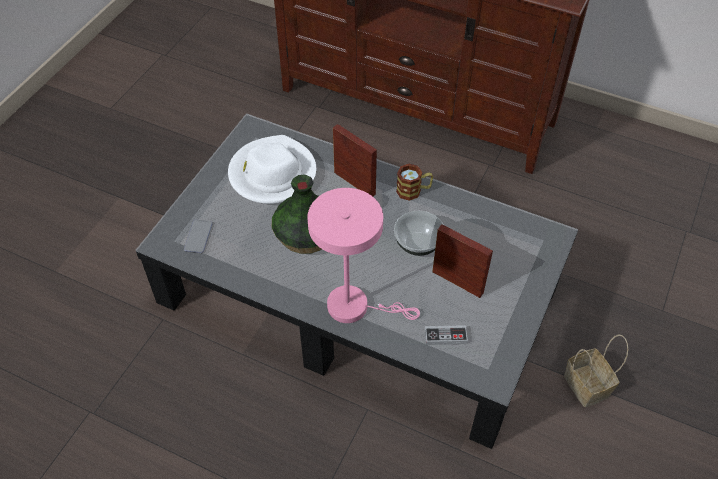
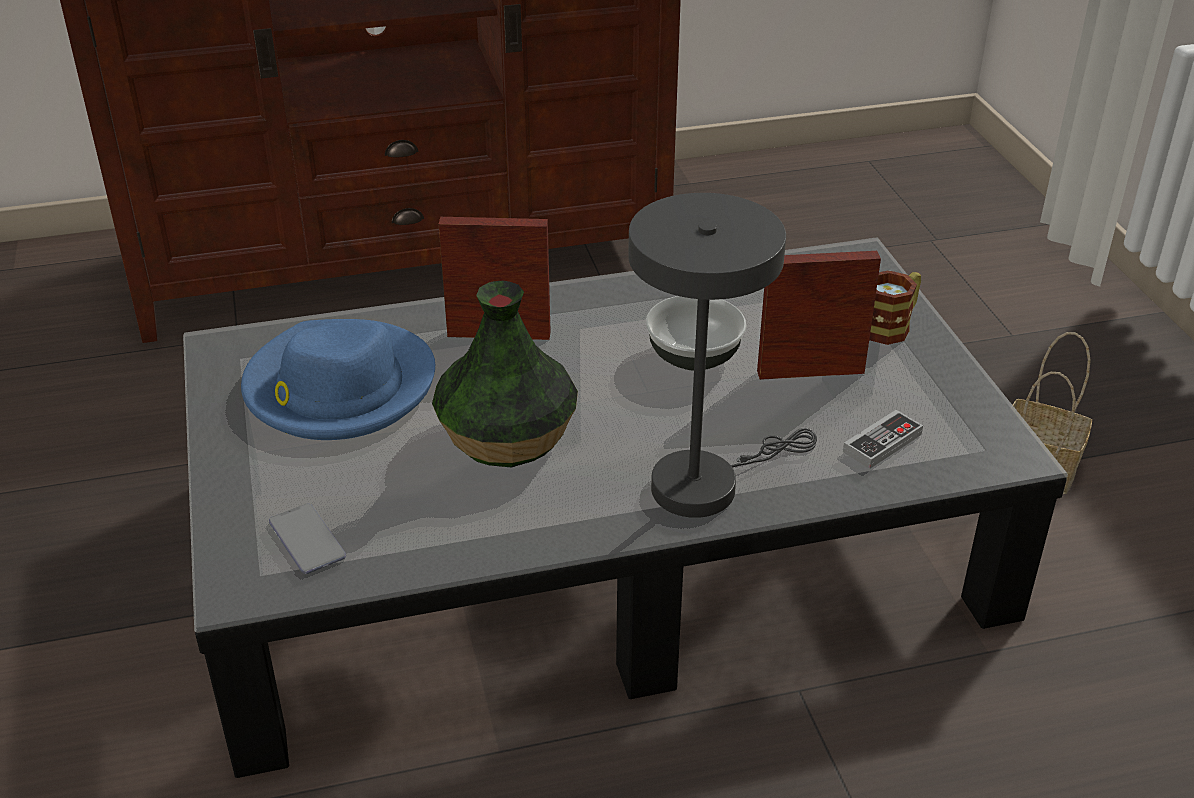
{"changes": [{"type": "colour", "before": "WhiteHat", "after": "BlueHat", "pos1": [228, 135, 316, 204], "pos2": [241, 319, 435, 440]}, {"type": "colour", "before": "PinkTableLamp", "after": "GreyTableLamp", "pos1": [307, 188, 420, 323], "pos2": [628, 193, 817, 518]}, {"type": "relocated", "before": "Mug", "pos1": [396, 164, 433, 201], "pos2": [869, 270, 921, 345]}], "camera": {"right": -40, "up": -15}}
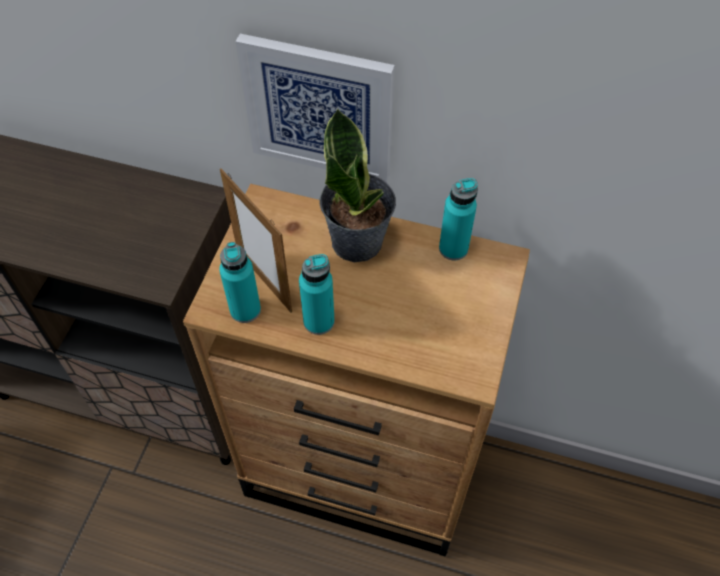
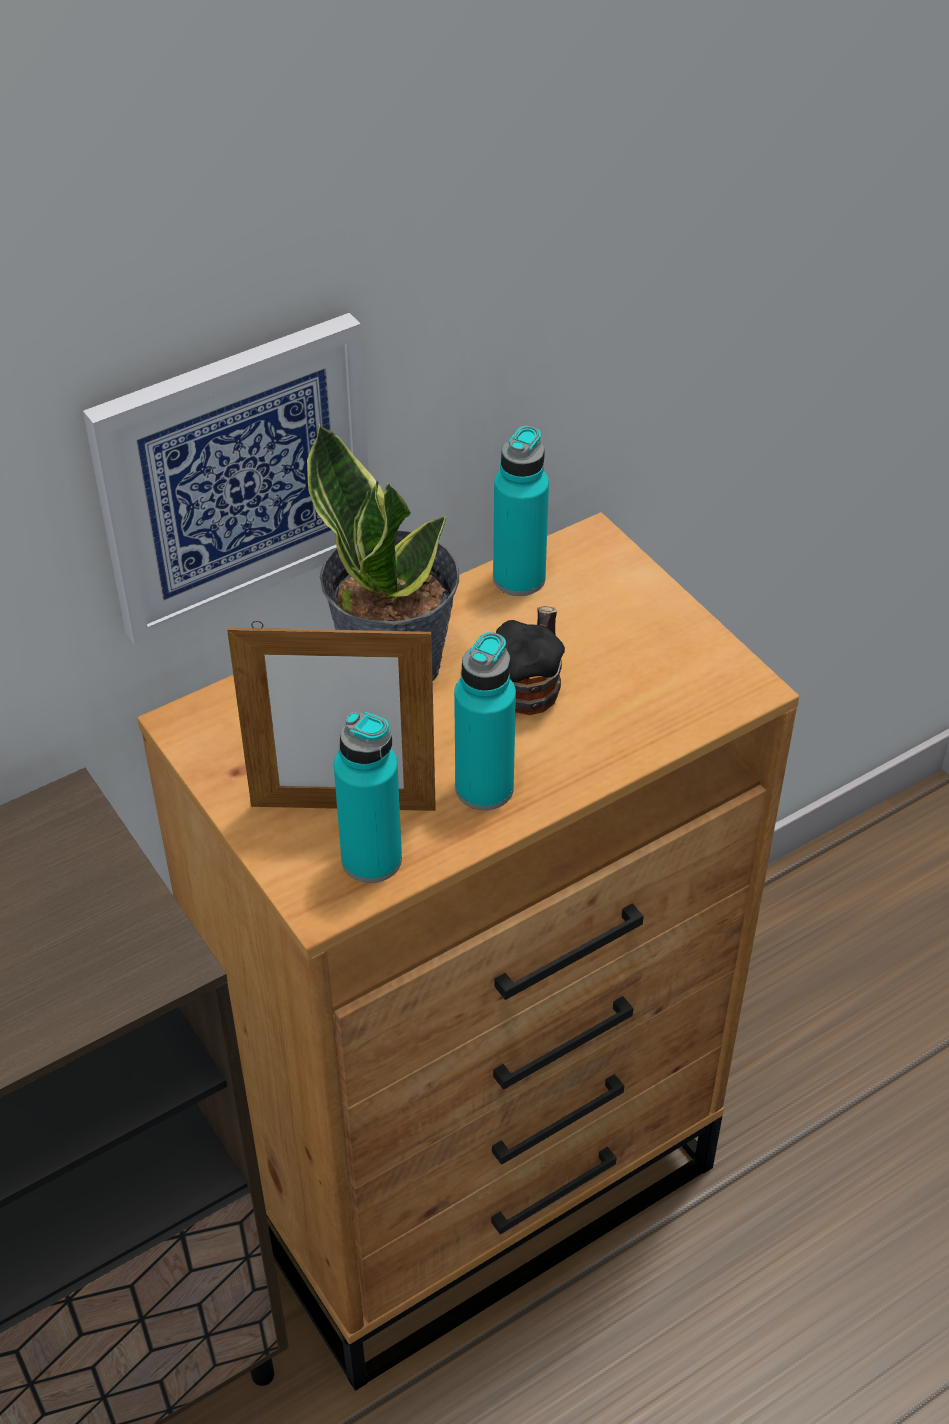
{"changes": [{"type": "appeared", "after": "Mug", "pos2": [496, 606, 565, 715]}], "camera": {"right": -50, "up": -10}}
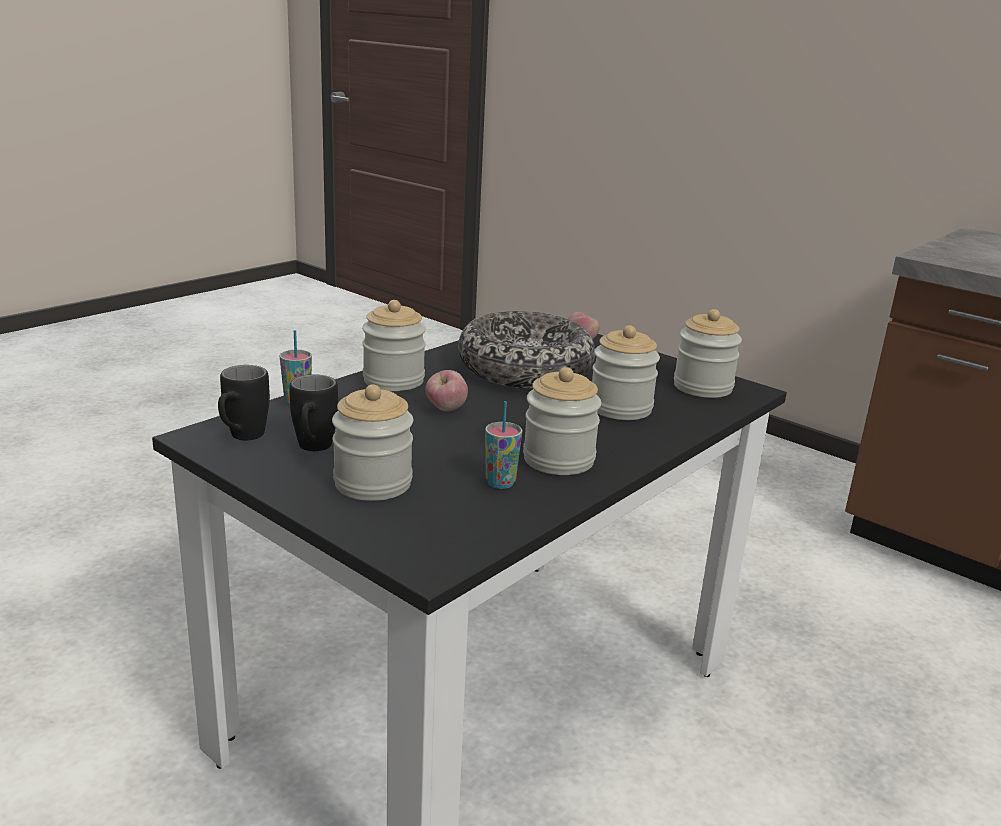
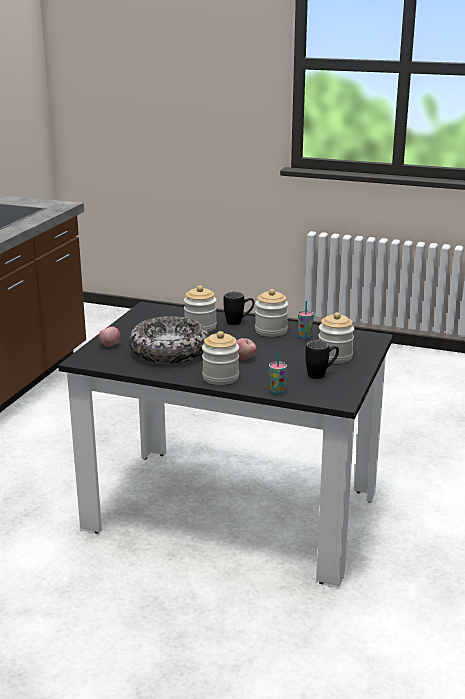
{"changes": [{"type": "relocated", "before": "BlackMug", "pos1": [218, 365, 270, 440], "pos2": [224, 292, 254, 325]}, {"type": "missing", "before": "Jar", "pos1": [674, 309, 742, 398]}], "camera": {"right": -110, "up": 0}}
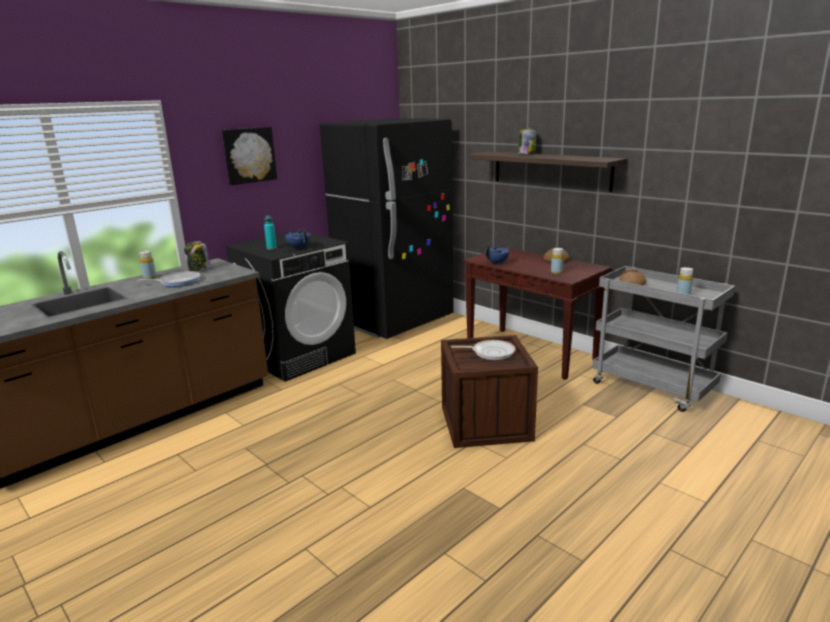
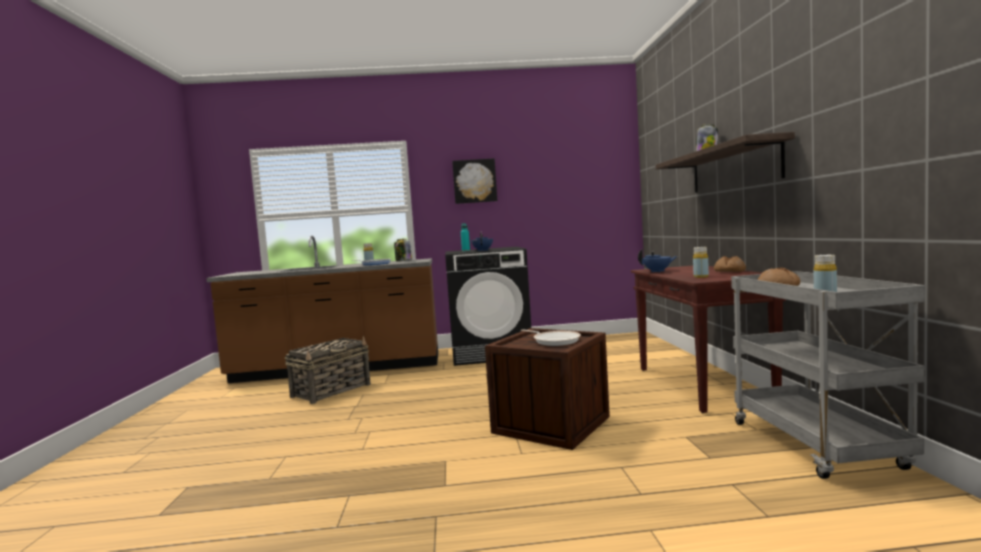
{"changes": [{"type": "missing", "before": "BlackFridge", "pos1": [320, 119, 454, 339]}, {"type": "appeared", "after": "Basket", "pos2": [285, 336, 371, 404]}], "camera": {"right": 40, "up": -15}}
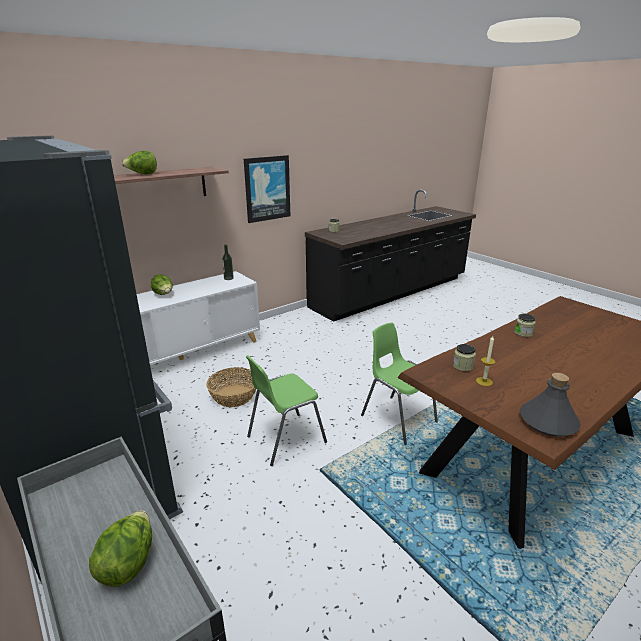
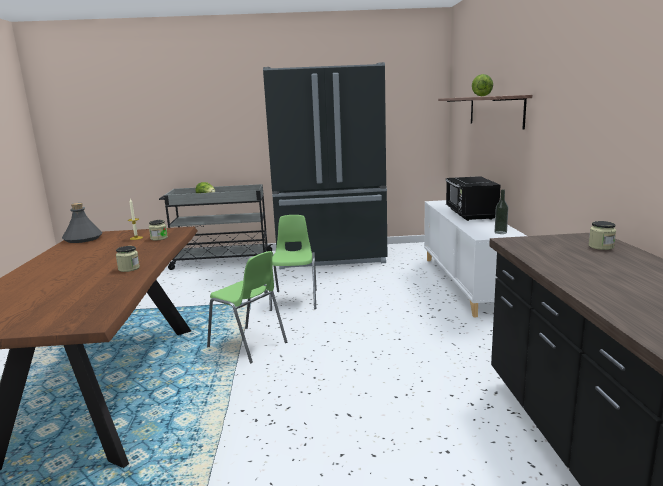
{"changes": [{"type": "exchanged", "before": "Lettuce", "after": "BlackMicrowave", "pos1": [151, 274, 173, 295], "pos2": [446, 176, 501, 221]}, {"type": "missing", "before": "Basket", "pos1": [206, 367, 256, 407]}, {"type": "missing", "before": "Picture", "pos1": [244, 155, 290, 223]}, {"type": "spun", "before": "GreenChair", "pos1": [361, 323, 438, 445], "pos2": [207, 251, 287, 364], "turn": 45}], "camera": {"right": 125, "up": -10}}
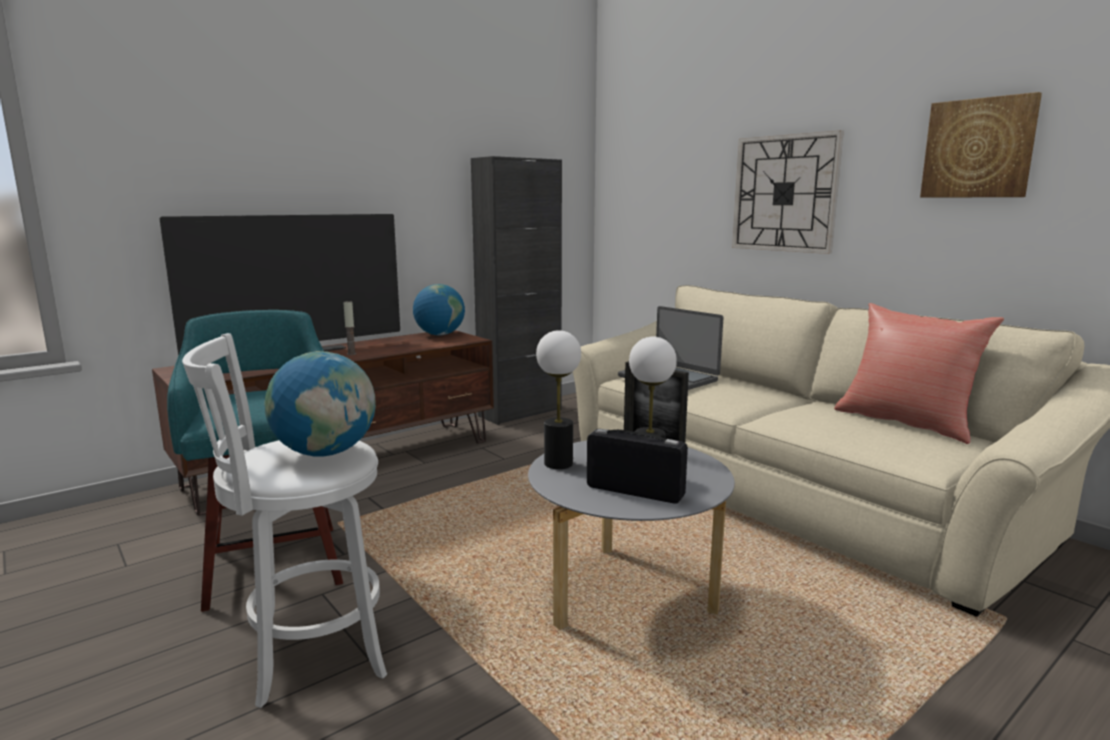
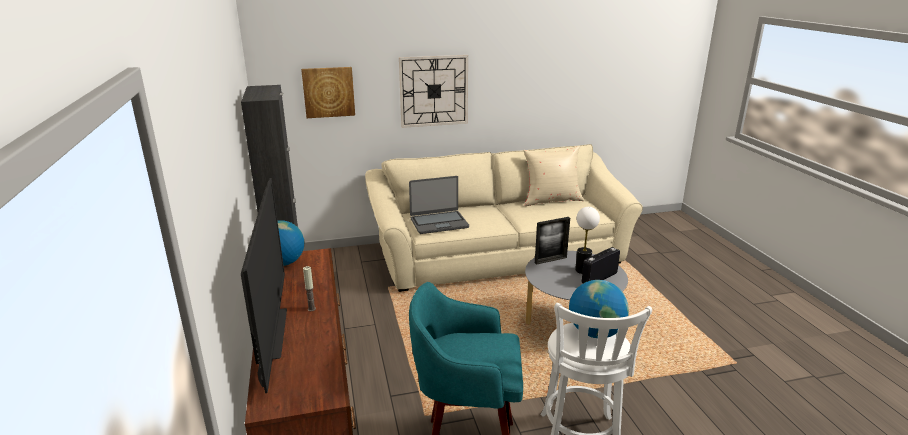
{"changes": [{"type": "missing", "before": "TableLamp", "pos1": [536, 330, 581, 469]}, {"type": "colour", "before": "RedPillow", "after": "BeigePillow", "pos1": [834, 303, 1004, 444], "pos2": [523, 146, 584, 206]}, {"type": "relocated", "before": "Picture", "pos1": [920, 92, 1042, 198], "pos2": [301, 67, 355, 118]}], "camera": {"right": -65, "up": 10}}
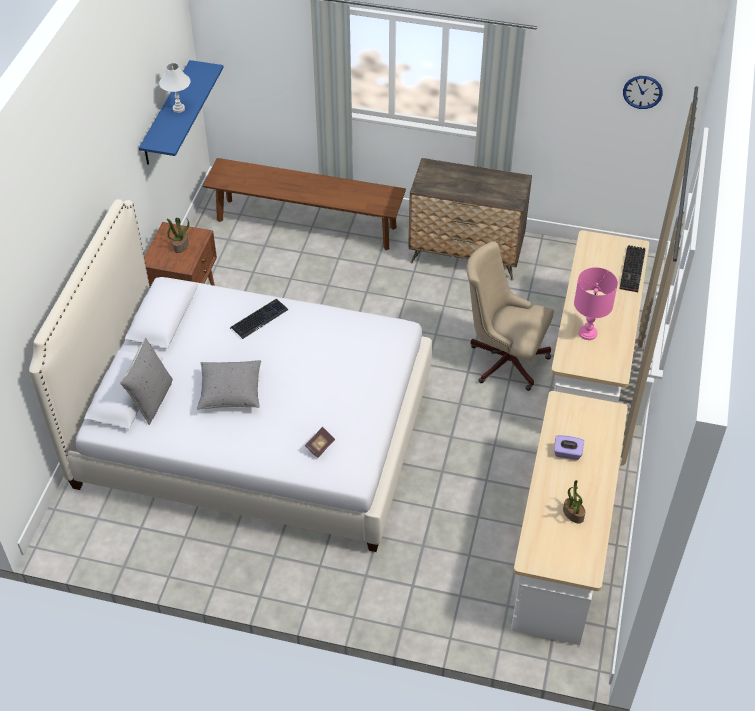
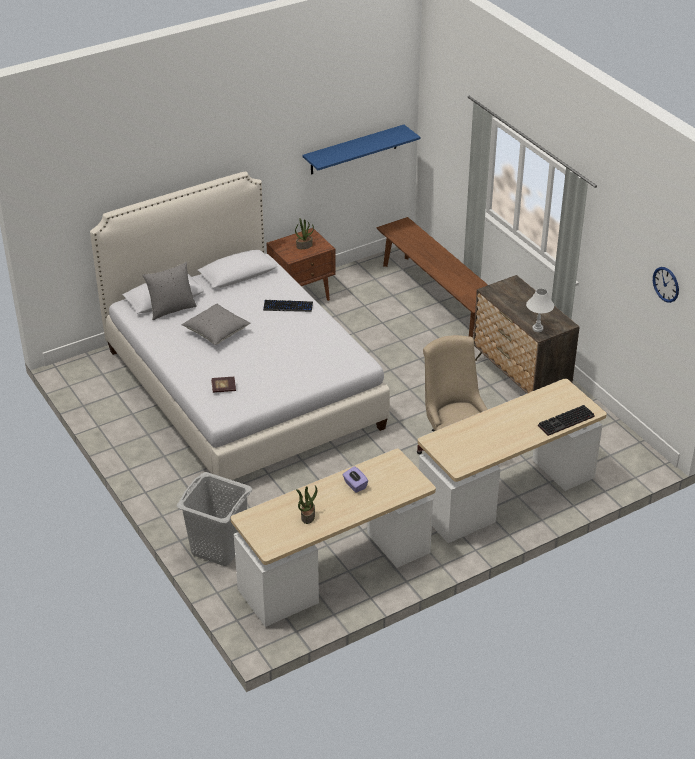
{"changes": [{"type": "relocated", "before": "WhiteTableLamp", "pos1": [159, 63, 191, 113], "pos2": [526, 288, 554, 332]}, {"type": "missing", "before": "PinkTableLamp", "pos1": [574, 267, 618, 340]}, {"type": "appeared", "after": "GreyLaundryBasket", "pos2": [177, 472, 252, 566]}], "camera": {"right": 45, "up": -10}}
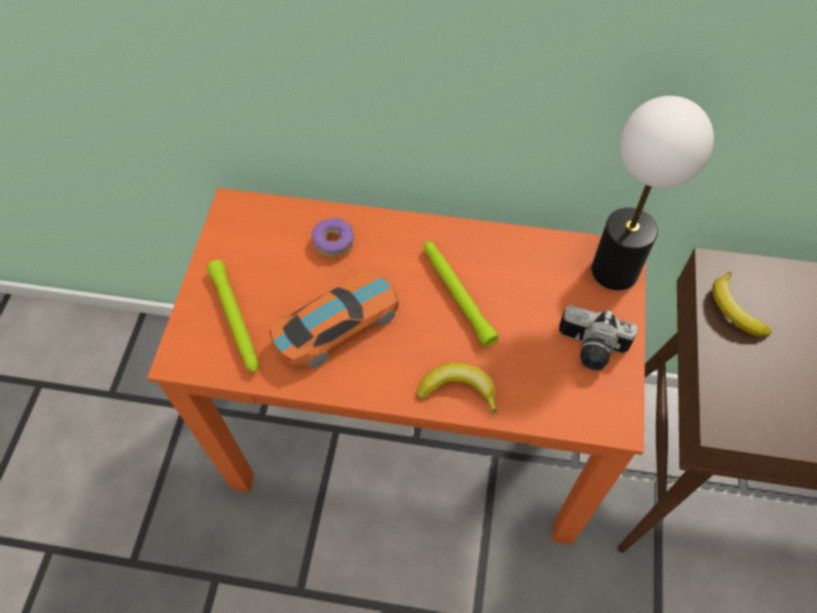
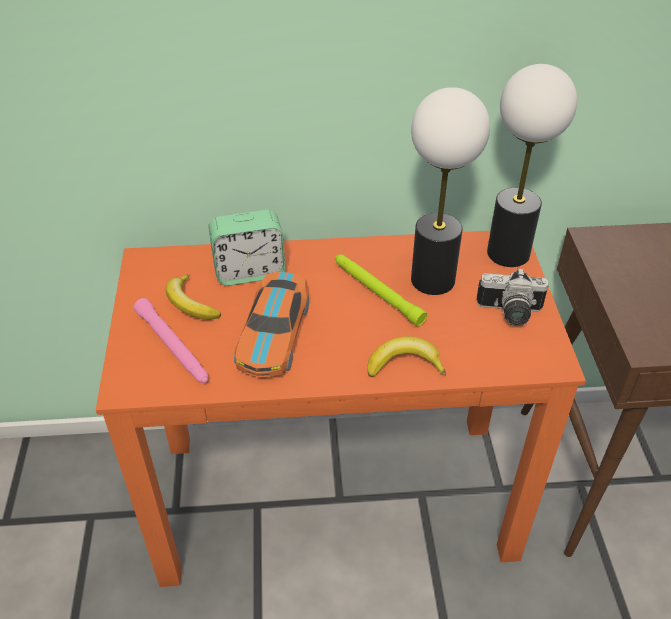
{"changes": [{"type": "colour", "before": "GreenFlashlight", "after": "PinkFlashlight", "pos1": [207, 260, 259, 372], "pos2": [134, 298, 208, 383]}, {"type": "spun", "before": "ToyCar", "pos1": [269, 270, 399, 368], "pos2": [234, 272, 309, 377], "turn": 150}, {"type": "exchanged", "before": "Donut", "after": "AlarmClock", "pos1": [312, 218, 354, 257], "pos2": [209, 210, 285, 286]}, {"type": "relocated", "before": "Banana", "pos1": [712, 272, 772, 336], "pos2": [166, 274, 221, 320]}, {"type": "appeared", "after": "TableLamp", "pos2": [411, 87, 490, 295]}], "camera": {"right": -15, "up": -15}}
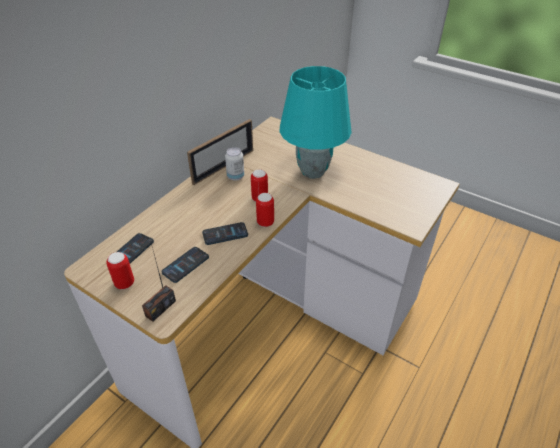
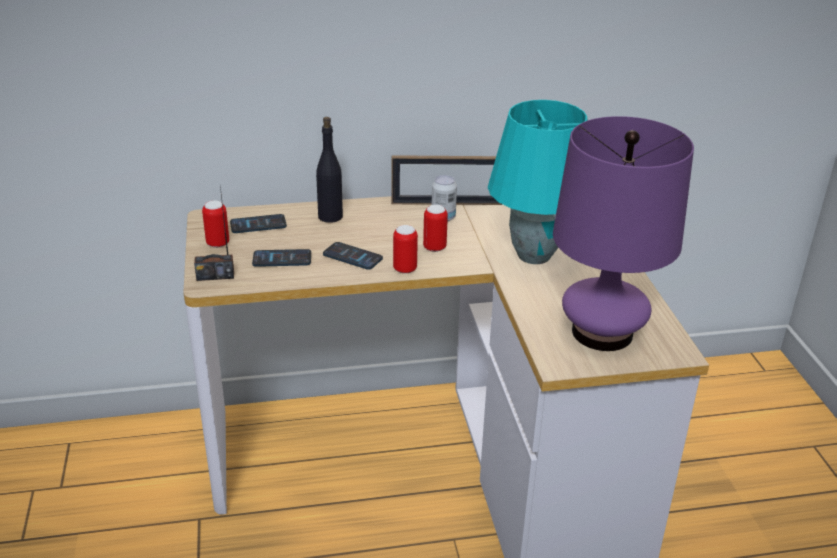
{"changes": [{"type": "appeared", "after": "BlackBottle", "pos2": [316, 117, 343, 223]}, {"type": "appeared", "after": "PurpleTableLamp", "pos2": [553, 116, 694, 351]}], "camera": {"right": 45, "up": -10}}
